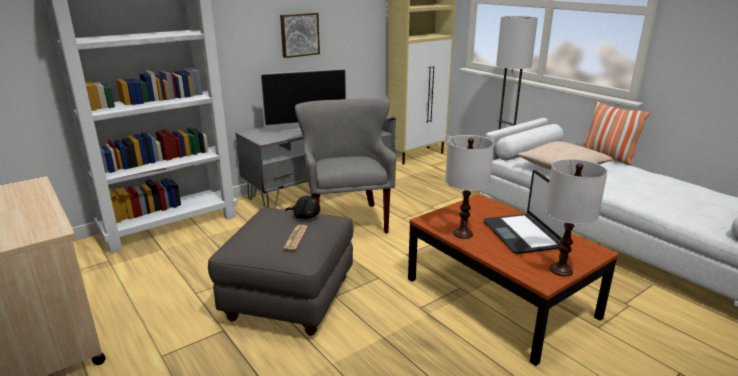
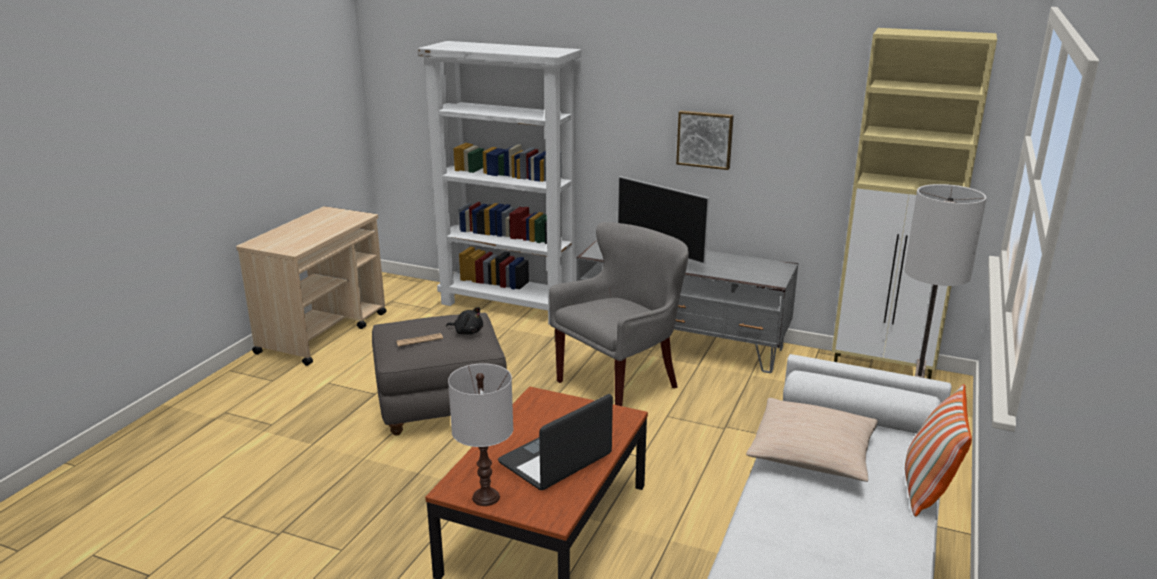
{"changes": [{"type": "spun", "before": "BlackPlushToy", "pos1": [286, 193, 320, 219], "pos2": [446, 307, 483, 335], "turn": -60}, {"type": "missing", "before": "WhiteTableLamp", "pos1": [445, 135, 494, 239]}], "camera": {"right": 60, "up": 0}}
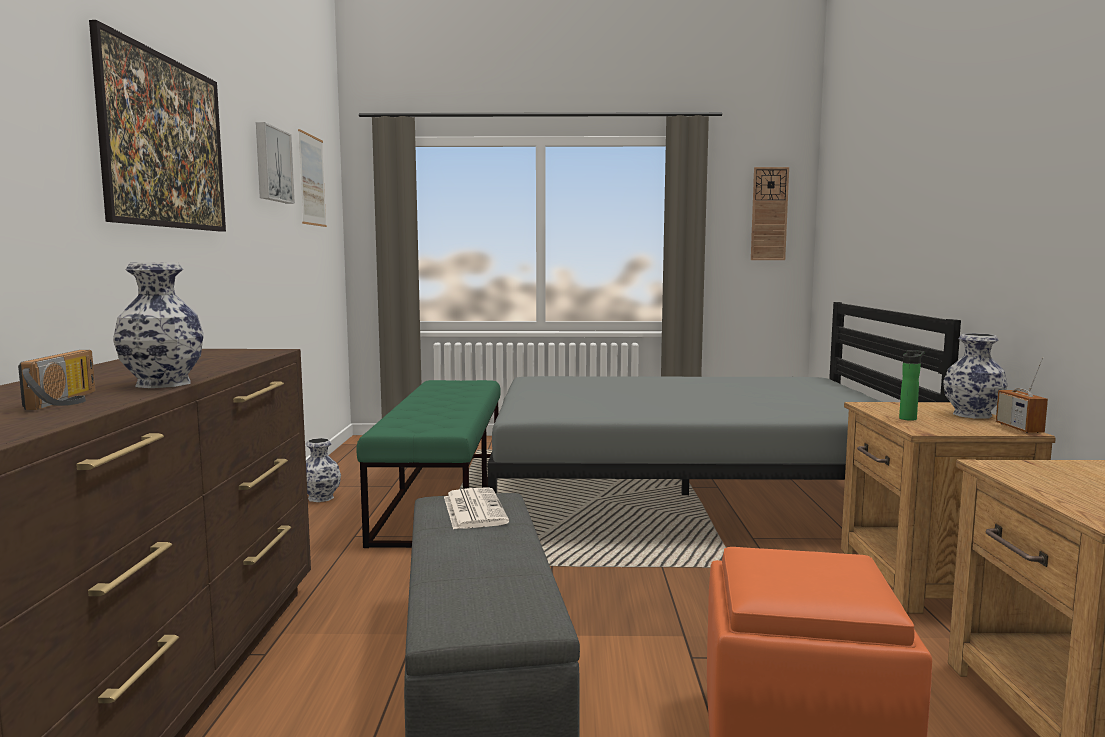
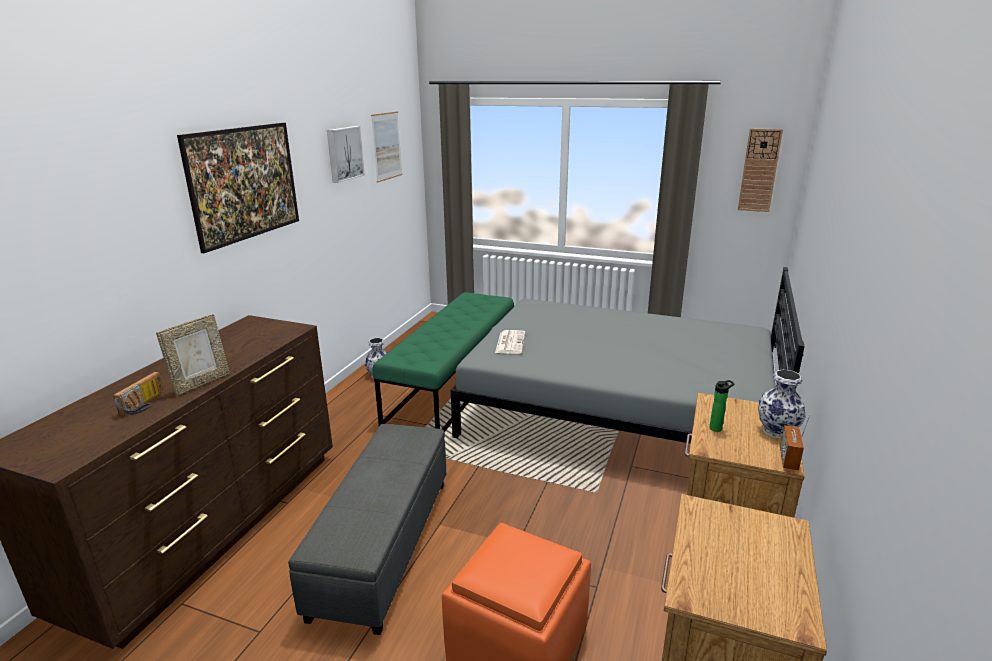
{"changes": [{"type": "exchanged", "before": "Vase", "after": "PictureFrame", "pos1": [113, 262, 204, 388], "pos2": [156, 314, 230, 396]}, {"type": "relocated", "before": "Newspaper", "pos1": [444, 487, 509, 530], "pos2": [495, 330, 525, 354]}], "camera": {"right": 20, "up": 15}}
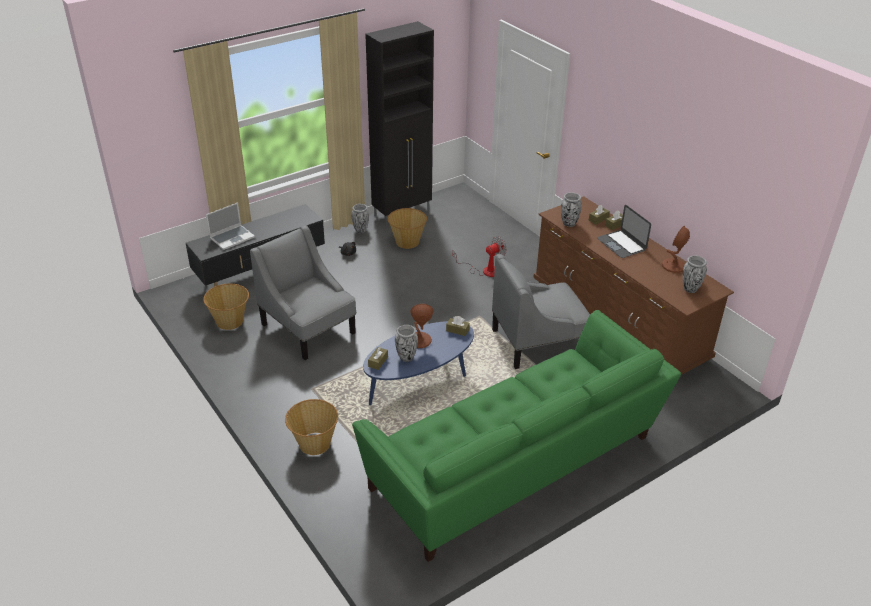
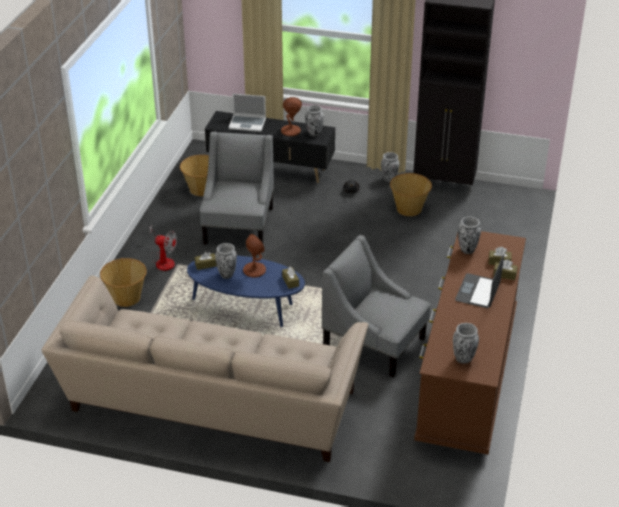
{"changes": [{"type": "colour", "before": "GreenSofa", "after": "BeigeSofa", "pos1": [352, 310, 681, 562], "pos2": [42, 276, 368, 462]}, {"type": "relocated", "before": "Fan", "pos1": [452, 236, 507, 277], "pos2": [150, 225, 177, 271]}, {"type": "relocated", "before": "BrownTableLamp", "pos1": [662, 226, 690, 273], "pos2": [281, 97, 302, 136]}, {"type": "appeared", "after": "Vase", "pos2": [305, 105, 324, 137]}], "camera": {"right": 50, "up": 0}}
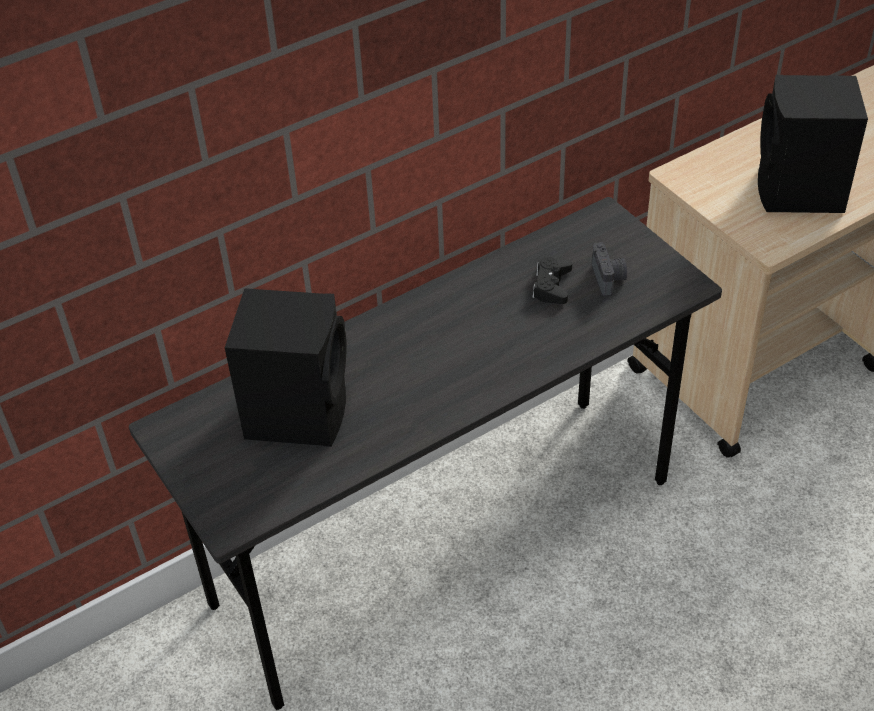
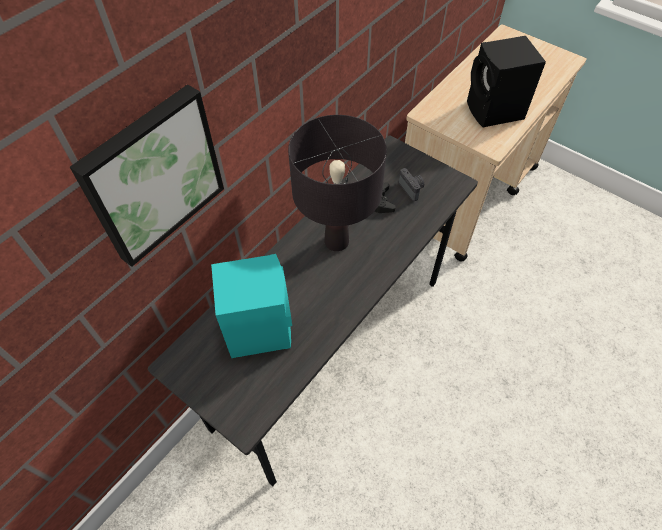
{"changes": [{"type": "colour", "before": "BlackSpeaker", "after": "TurquoiseSpeaker", "pos1": [225, 288, 347, 447], "pos2": [211, 254, 292, 358]}, {"type": "appeared", "after": "Picture", "pos2": [70, 84, 224, 267]}, {"type": "appeared", "after": "BlackTableLamp", "pos2": [288, 115, 387, 251]}], "camera": {"right": -20, "up": 10}}
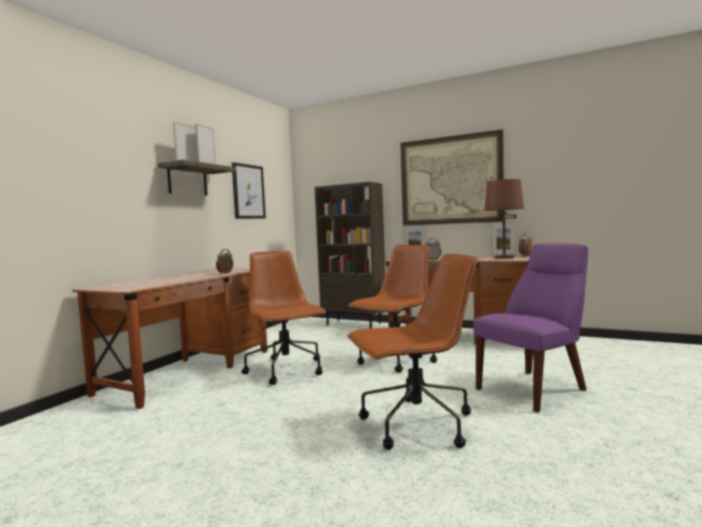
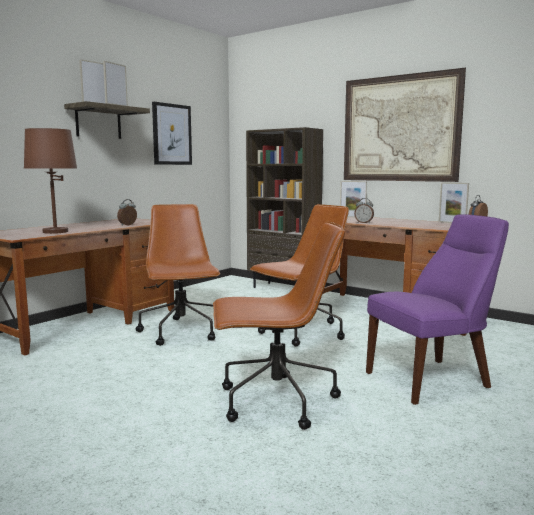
{"changes": [{"type": "relocated", "before": "BrownTableLamp", "pos1": [484, 179, 524, 259], "pos2": [24, 128, 77, 234]}], "camera": {"right": 10, "up": 5}}
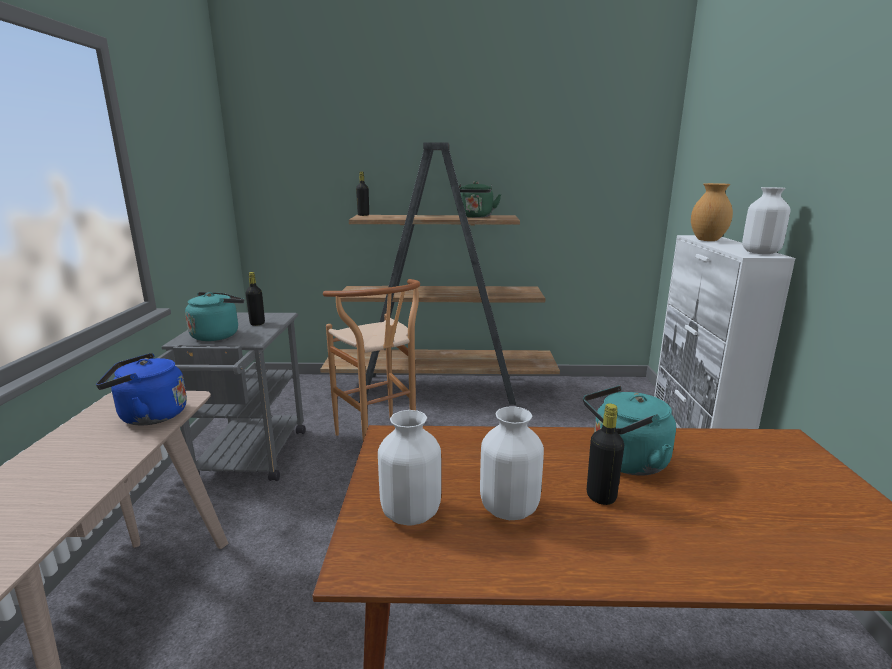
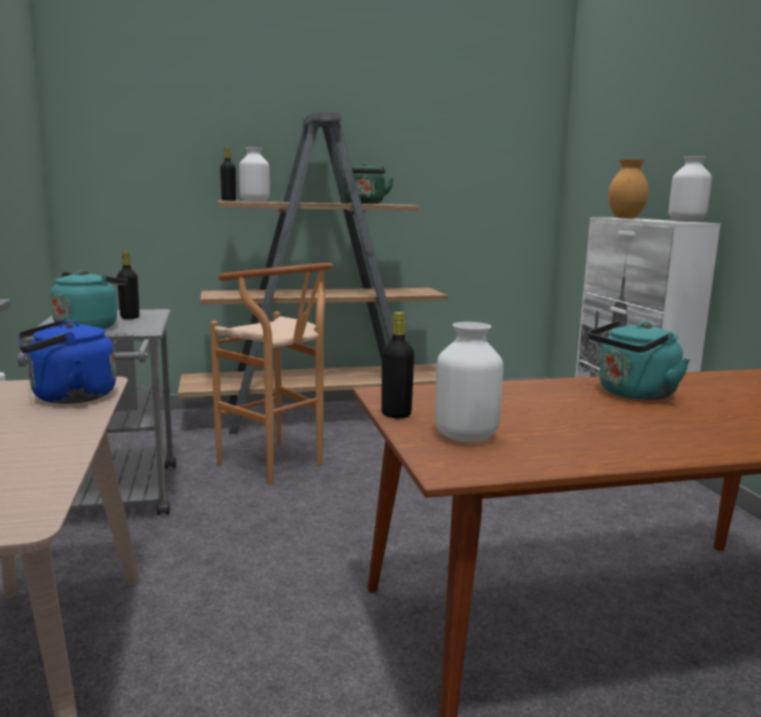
{"changes": [{"type": "relocated", "before": "WhiteVase", "pos1": [480, 406, 544, 520], "pos2": [239, 147, 270, 202]}, {"type": "relocated", "before": "BlackBottle", "pos1": [587, 403, 624, 505], "pos2": [381, 312, 414, 418]}], "camera": {"right": -15, "up": -5}}
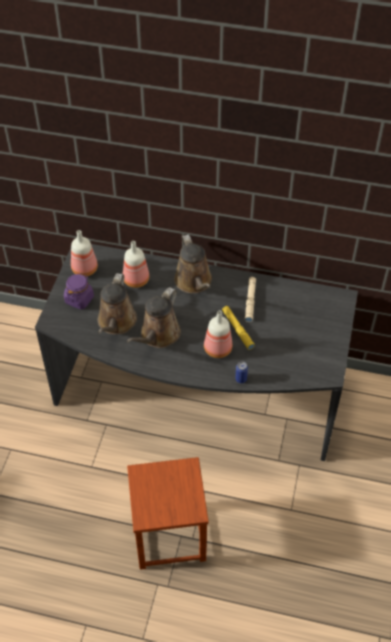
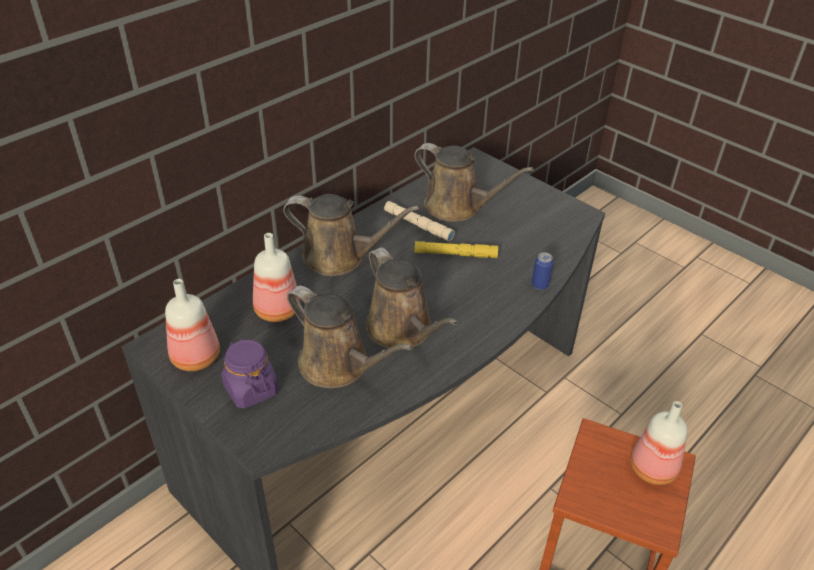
{"changes": [{"type": "relocated", "before": "Bottle", "pos1": [204, 310, 232, 358], "pos2": [630, 401, 688, 485]}, {"type": "appeared", "after": "BrownWateringCan", "pos2": [414, 143, 534, 222]}], "camera": {"right": -60, "up": -10}}
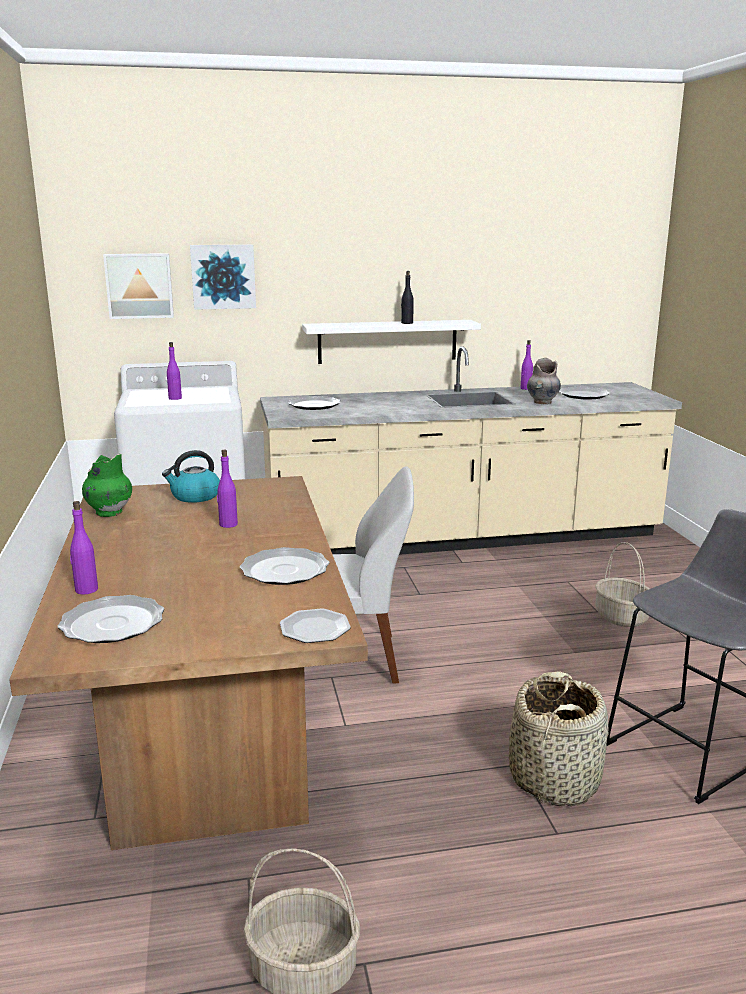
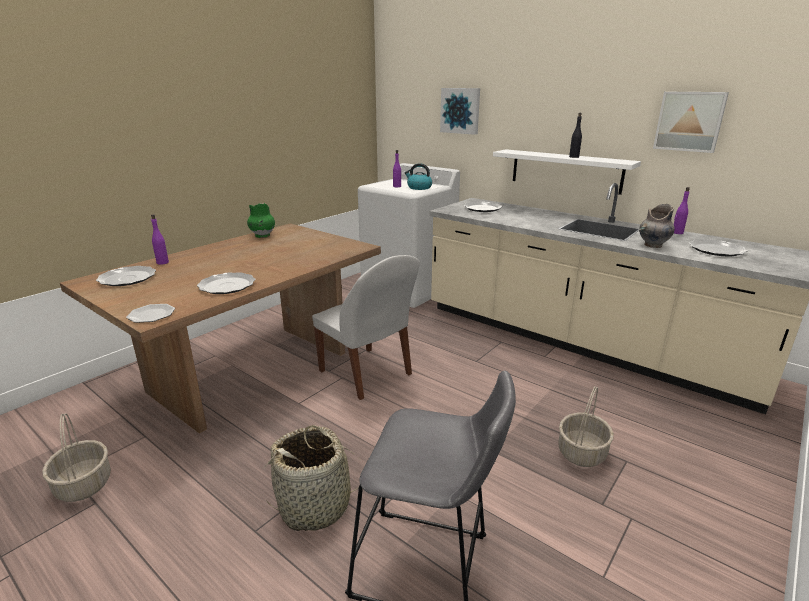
{"changes": [{"type": "relocated", "before": "Picture", "pos1": [103, 253, 174, 319], "pos2": [653, 92, 729, 153]}, {"type": "relocated", "before": "Kettle", "pos1": [162, 450, 220, 503], "pos2": [405, 163, 432, 190]}, {"type": "missing", "before": "PurpleBottle", "pos1": [217, 450, 238, 528]}], "camera": {"right": 50, "up": 5}}
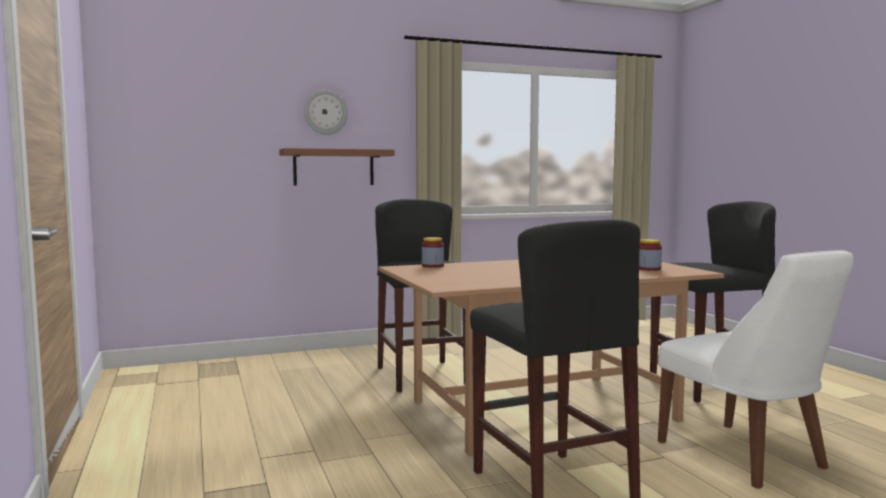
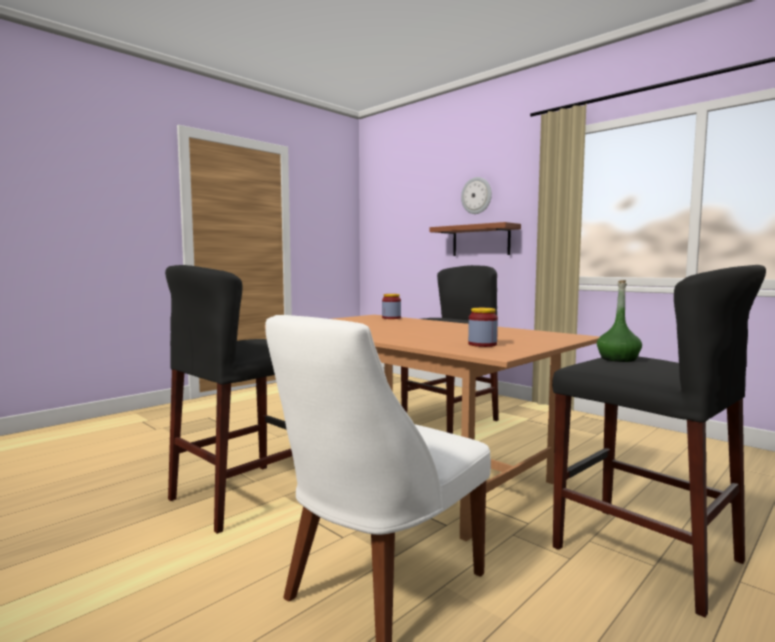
{"changes": [{"type": "appeared", "after": "GreenBottle", "pos2": [597, 280, 642, 362]}], "camera": {"right": 65, "up": 0}}
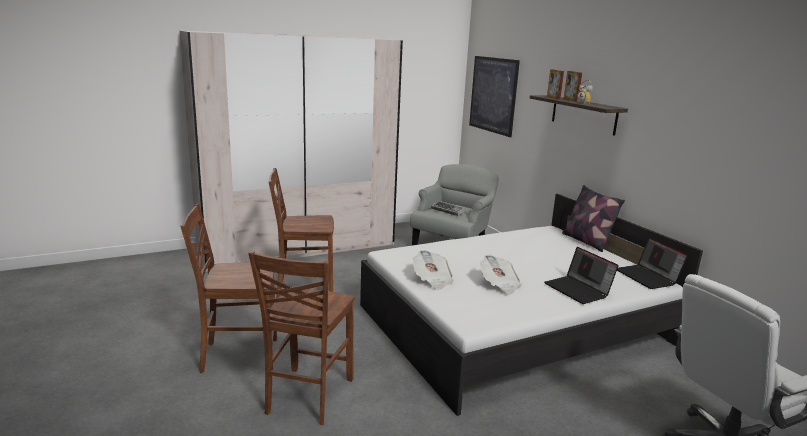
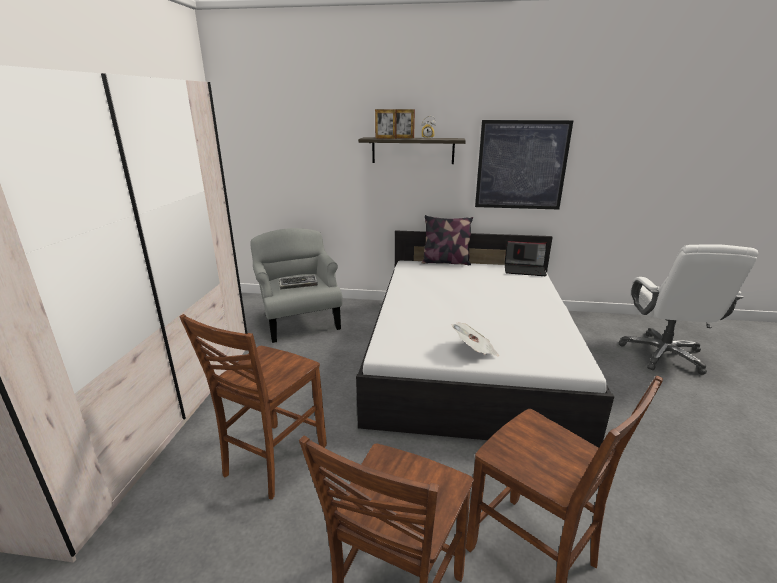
{"changes": [{"type": "relocated", "before": "Picture", "pos1": [469, 56, 520, 137], "pos2": [475, 120, 573, 210]}, {"type": "missing", "before": "Newspaper", "pos1": [480, 255, 522, 295]}, {"type": "missing", "before": "Laptop", "pos1": [544, 247, 619, 304]}], "camera": {"right": -55, "up": 5}}
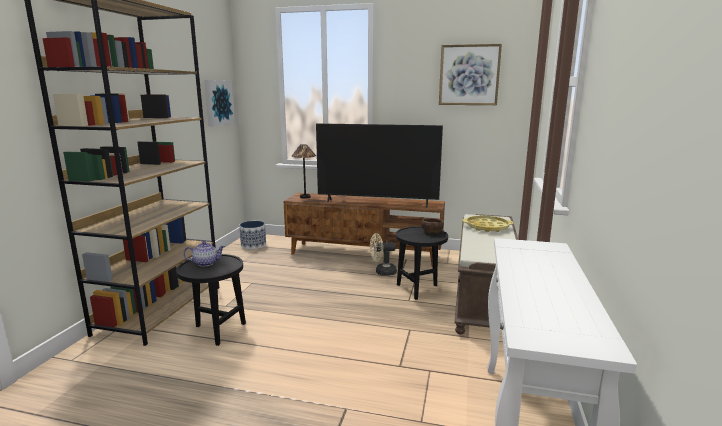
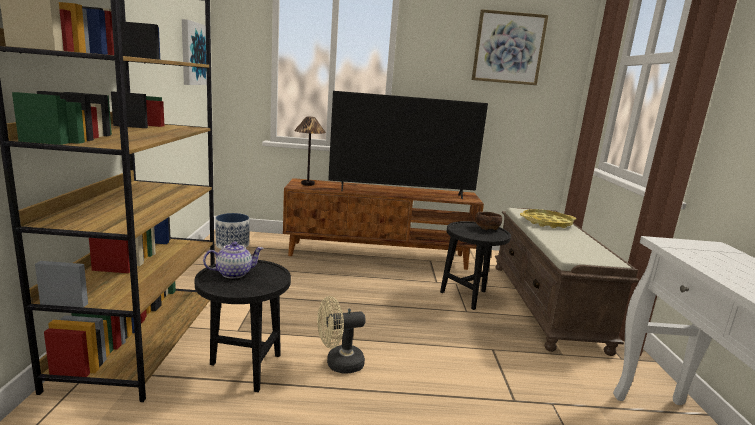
{"changes": [{"type": "relocated", "before": "BeigeFan", "pos1": [370, 233, 397, 276], "pos2": [317, 296, 366, 374]}], "camera": {"right": -15, "up": 0}}
